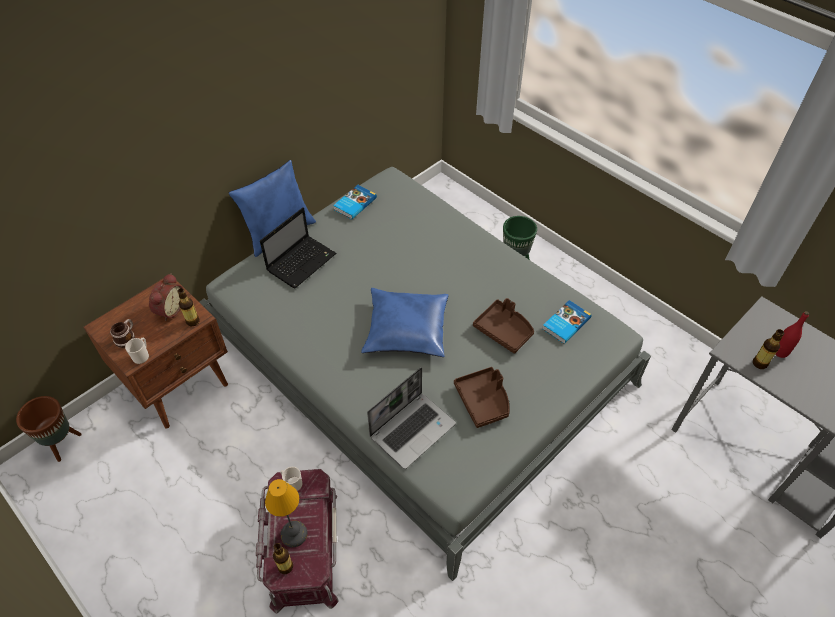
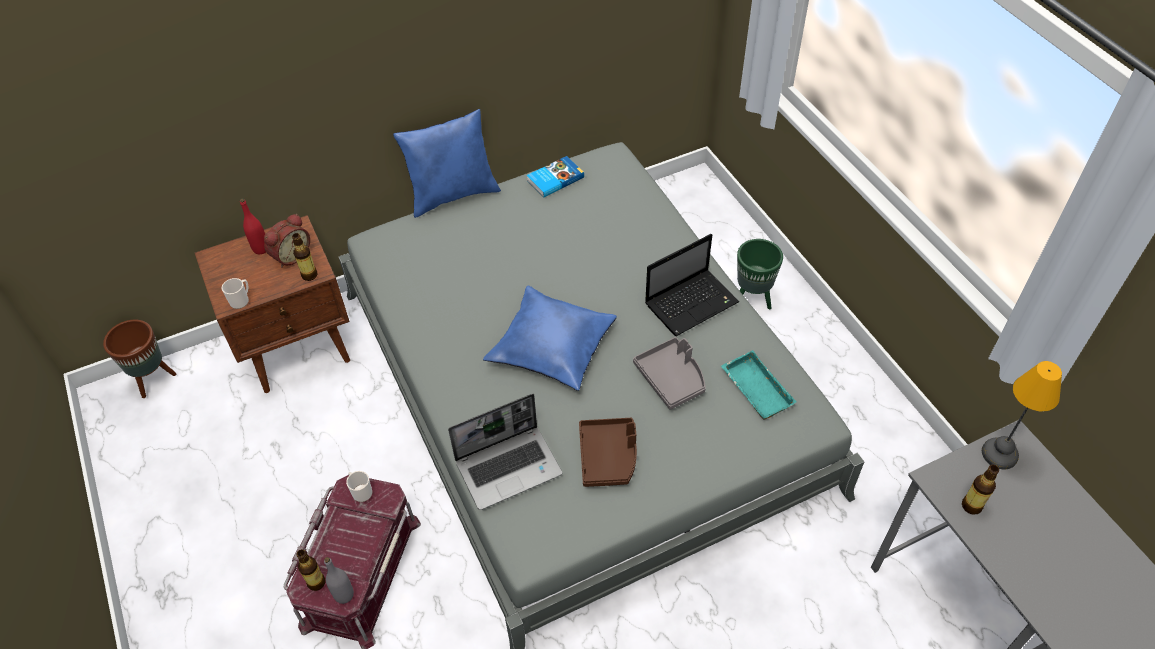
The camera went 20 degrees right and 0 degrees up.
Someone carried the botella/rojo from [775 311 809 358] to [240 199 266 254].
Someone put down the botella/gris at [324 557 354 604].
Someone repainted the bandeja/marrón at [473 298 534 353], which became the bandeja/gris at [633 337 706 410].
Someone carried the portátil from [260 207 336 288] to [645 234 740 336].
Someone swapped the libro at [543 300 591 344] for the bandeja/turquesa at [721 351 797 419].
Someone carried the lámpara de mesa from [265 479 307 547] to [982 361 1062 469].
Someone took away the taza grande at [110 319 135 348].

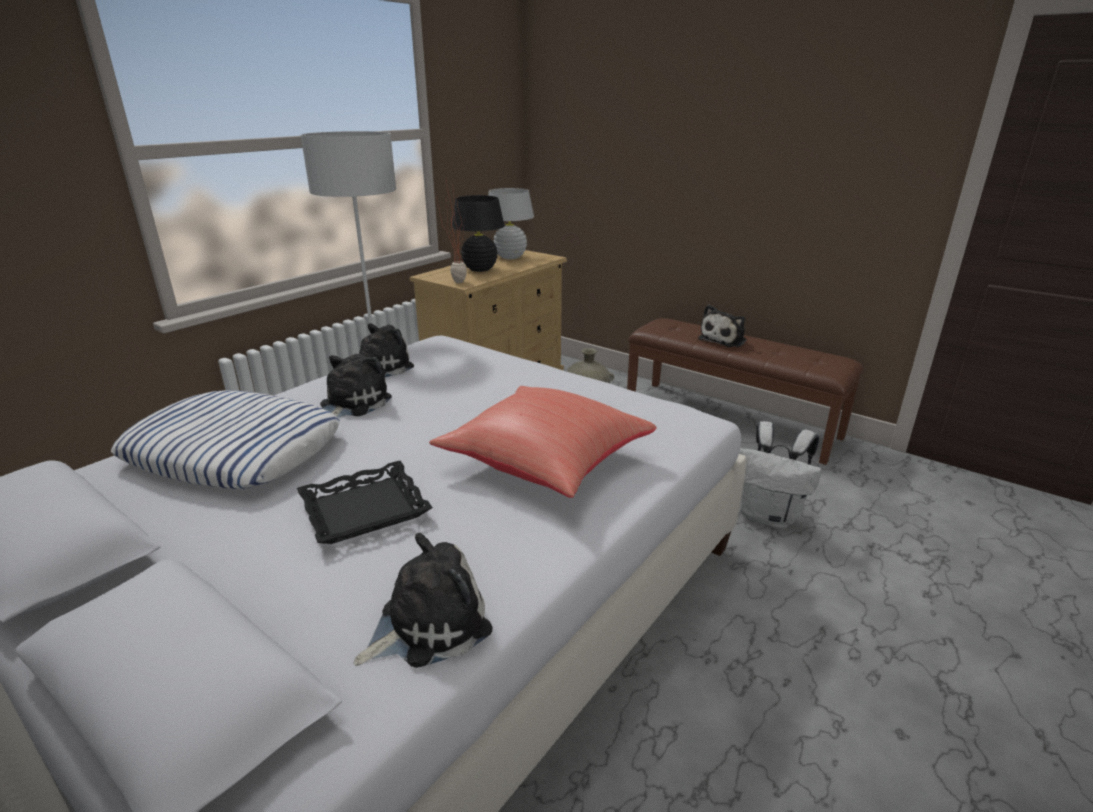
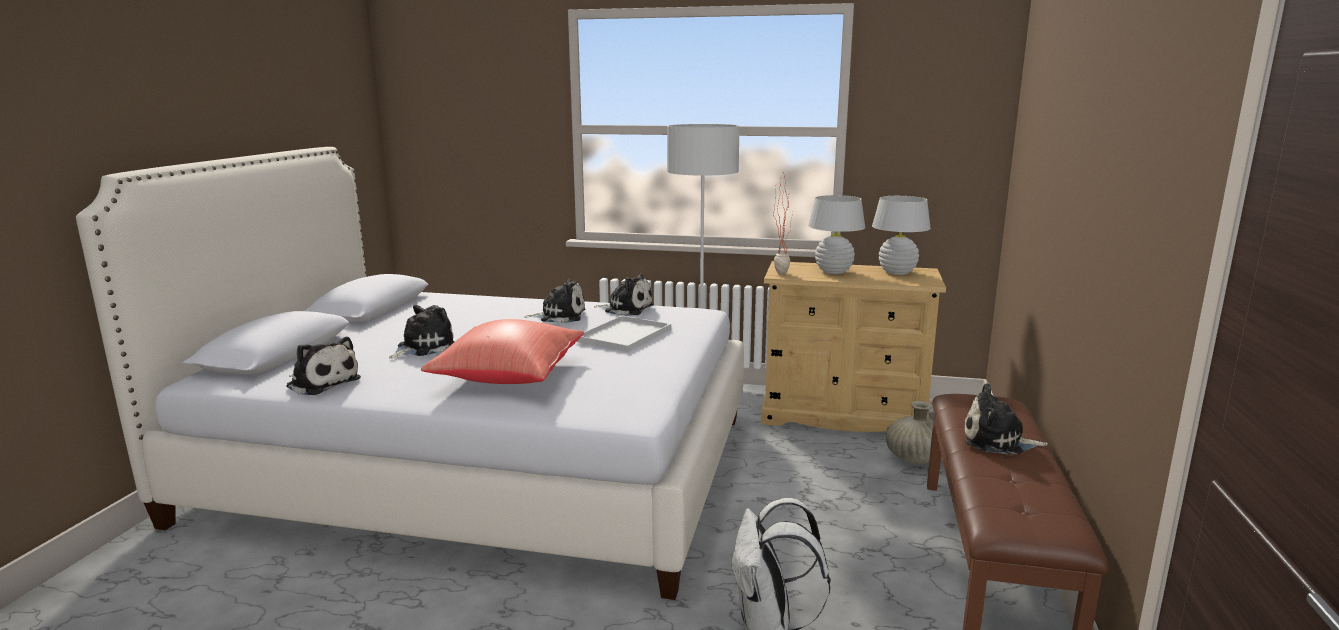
The camera went 65 degrees right and 10 degrees down.
Someone swapped the bandeja/negro at [297 461 433 544] for the peluche at [389 305 455 359].
Someone put down the bandeja/blanco at [577 315 671 352].
Someone repainted the lámpara de mesa/negro at [452 195 505 272], which became the lámpara de mesa/blanco at [808 195 865 274].
Someone took away the cojín at [111 390 340 489].

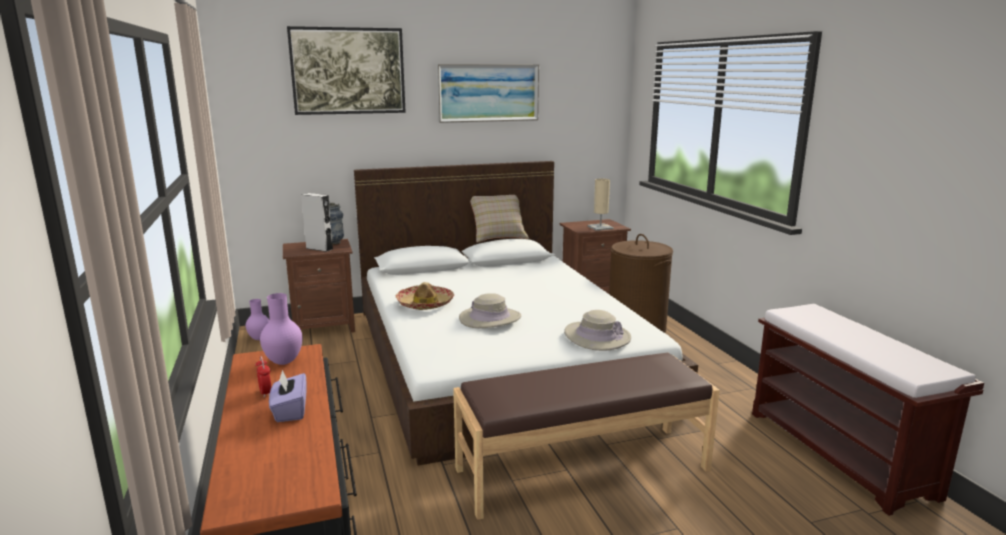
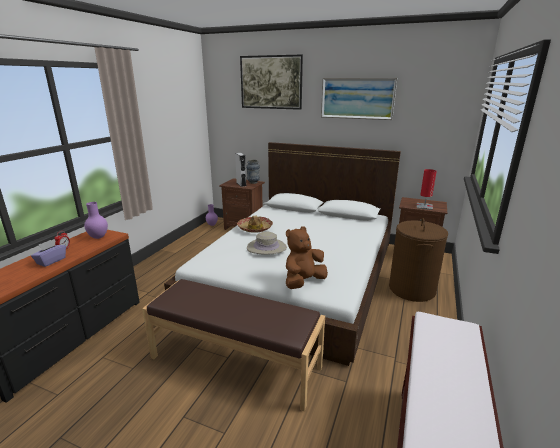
The camera went 40 degrees right and 5 degrees up.
Someone swapped the sombrero/beis at [564 310 631 351] for the peluche/marrón at [286 226 328 289].
Someone repainted the lámpara de mesa/beis at [587 179 614 231], which became the lámpara de mesa/rojo at [417 169 437 210].
Someone took away the cojín/beis at [470 195 529 243].

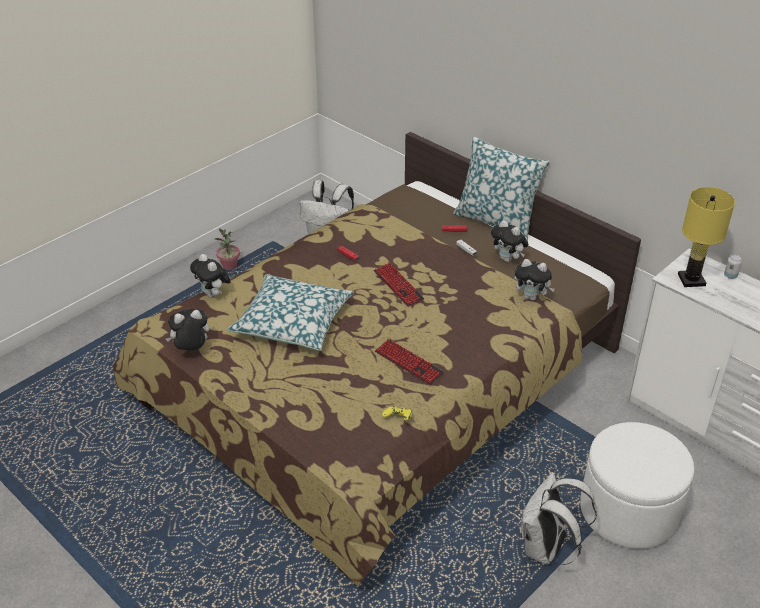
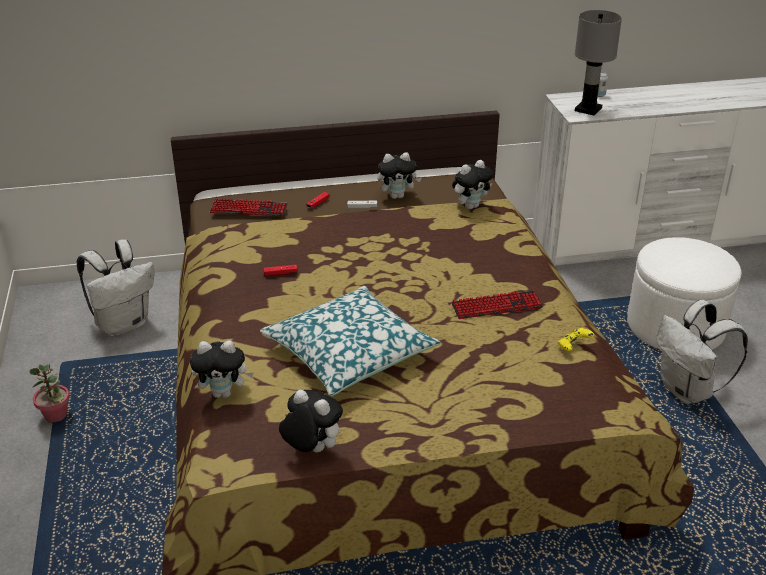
The camera went 55 degrees left and 5 degrees down.
Someone carried the teclado from [374 262 424 307] to [210 198 288 216].
Someone rotated the peluche at [166 309 210 350] by 105 degrees clockwise.
Someone repainted the lámpara de mesa/amarillo at [678 187 735 287], which became the lámpara de mesa/gris at [575 10 622 116].
Someone took away the cojín at [453 136 550 241].

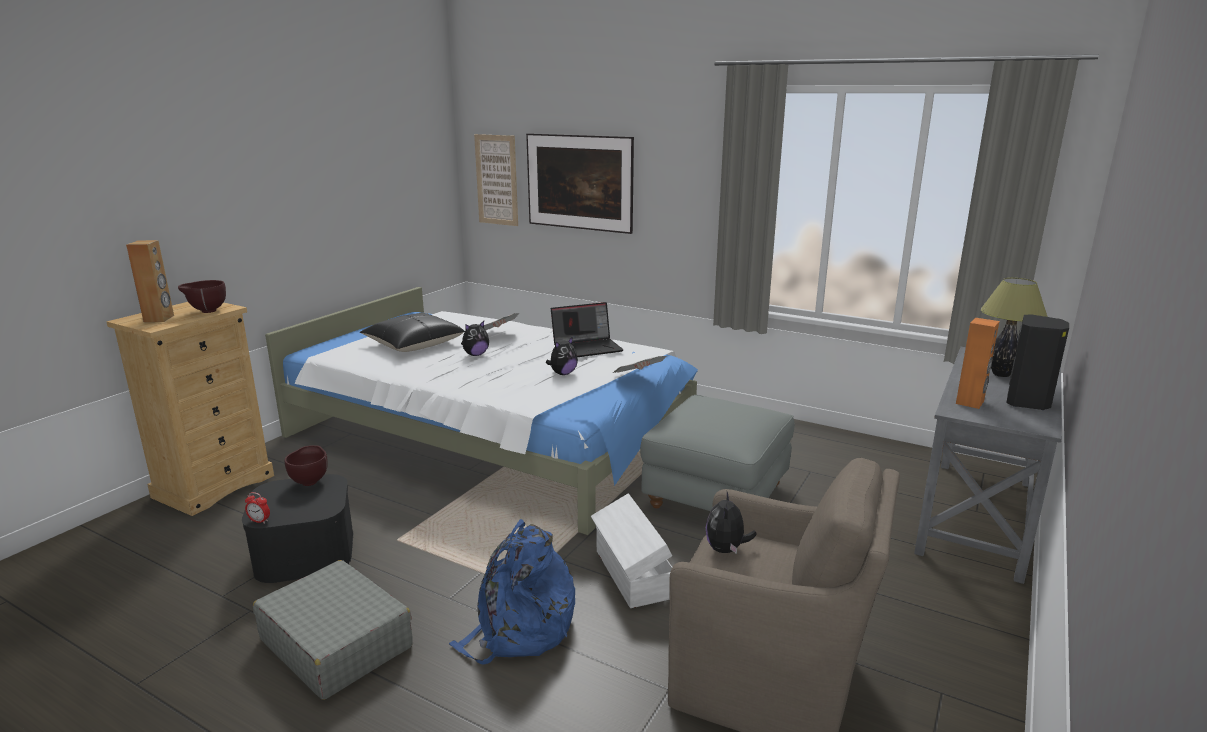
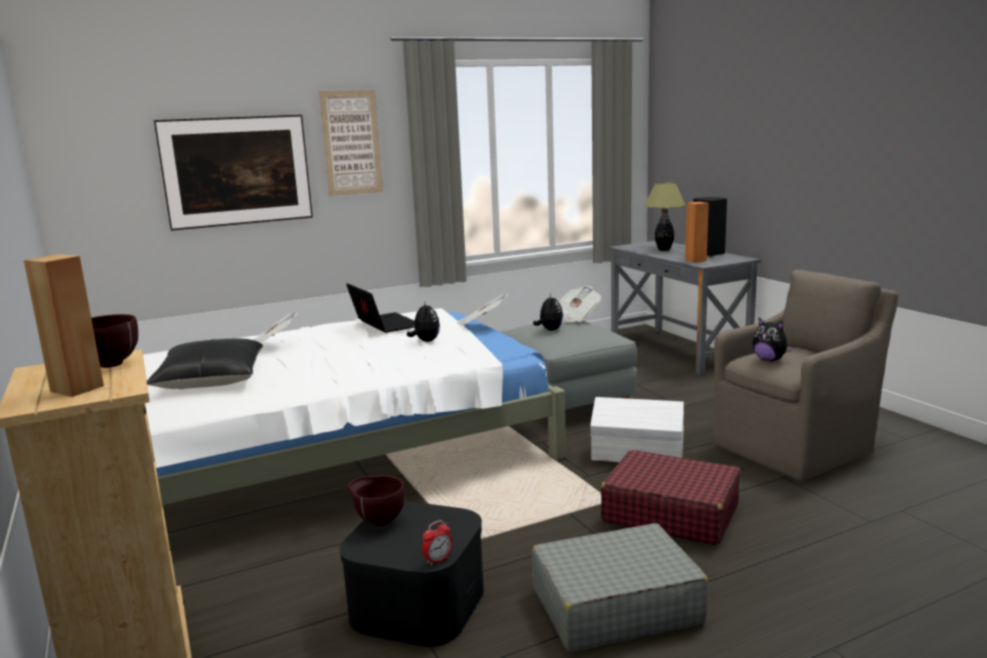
The camera went 55 degrees left and 5 degrees down.
Someone carried the cuadro from [474 134 518 226] to [319 90 383 196].
Someone rotated the portátil at [551 302 624 357] by 45 degrees counterclockwise.
Someone carried the peluche from [461 321 489 356] to [533 294 563 330].
Someone put down the periódico at [558 286 601 323].
Someone swapped the mochila/azul at [449 519 575 665] for the maleta/rojo at [601 450 741 545].

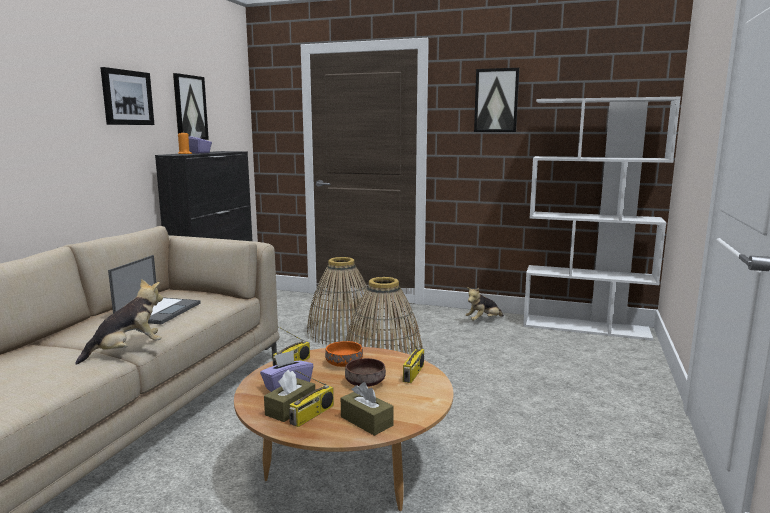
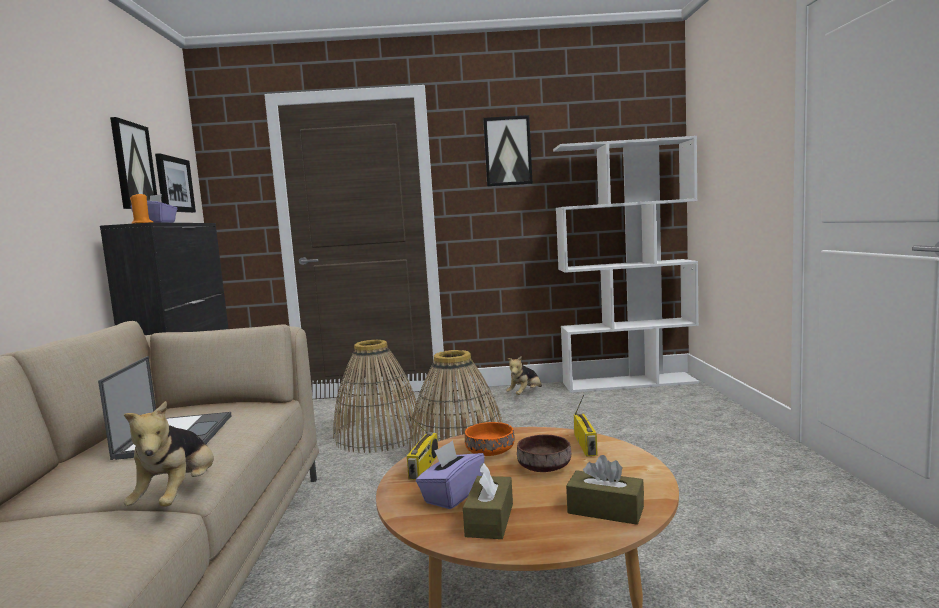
The camera went 20 degrees left and 5 degrees down.
Someone rotated the peluche at [75 279 163 365] by 150 degrees clockwise.
Someone carried the cuadro from [100 67 154 125] to [155 153 196 213].
Someone took away the radio at [289 371 334 427].

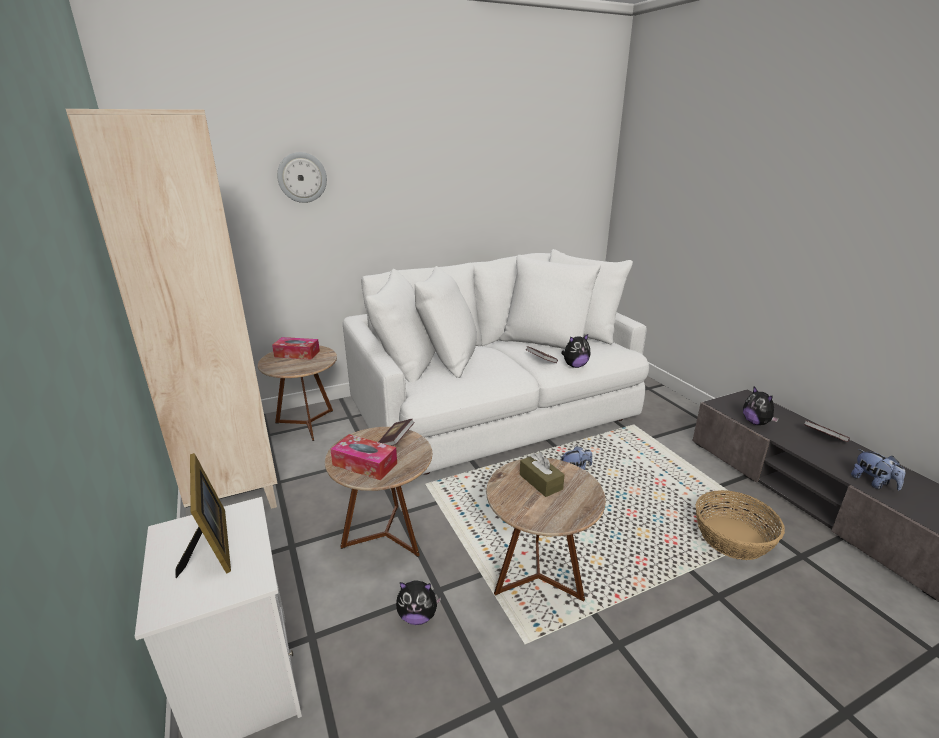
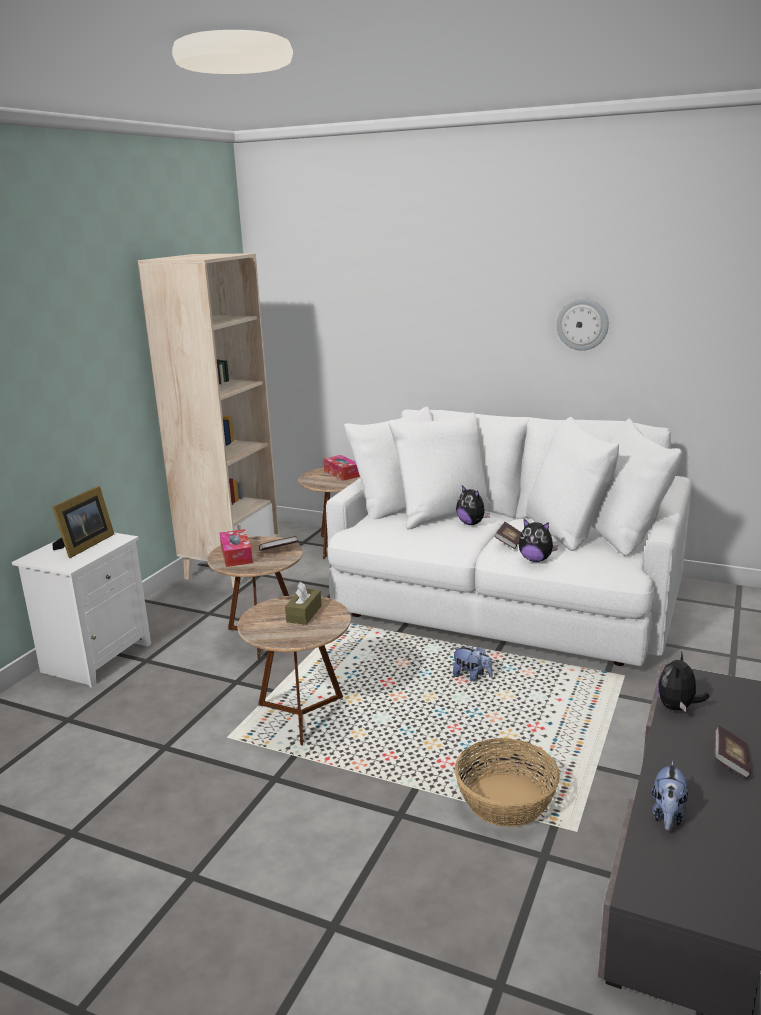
The camera went 50 degrees right and 5 degrees down.
Someone carried the peluche from [396 580 441 625] to [456 485 490 525].
Someone carried the reloj de pared from [277 152 327 203] to [556 298 609 351].

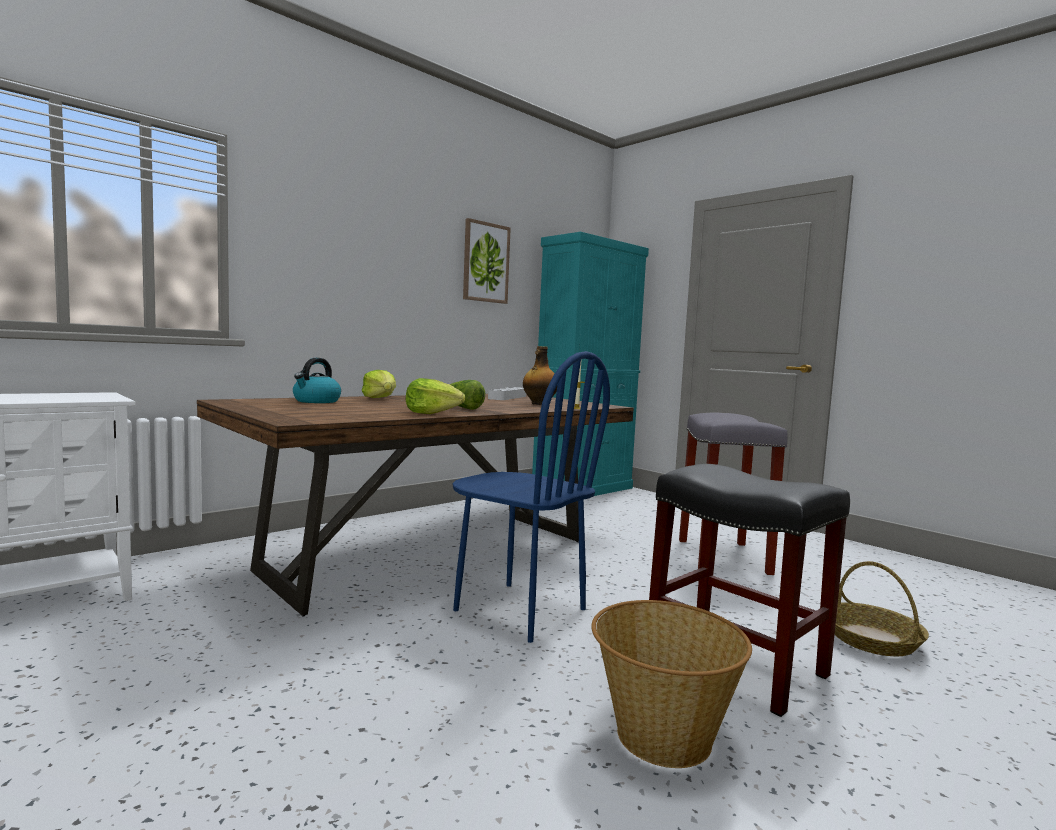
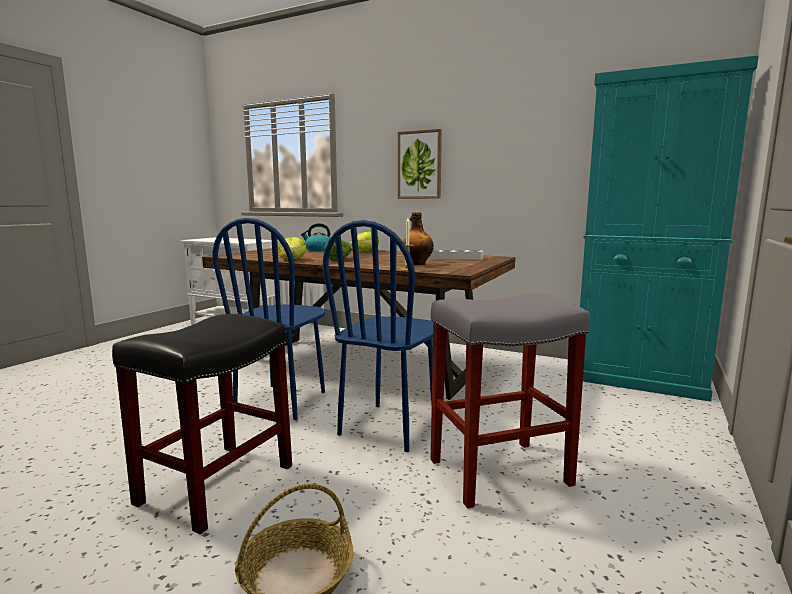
The camera went 70 degrees right and 5 degrees up.
Someone put down the silla/azul at [323 220 433 452].
Someone carried the cuadro from [463 218 511 304] to [398 129 442 199].
Someone took away the cesta at [591 600 752 768].

